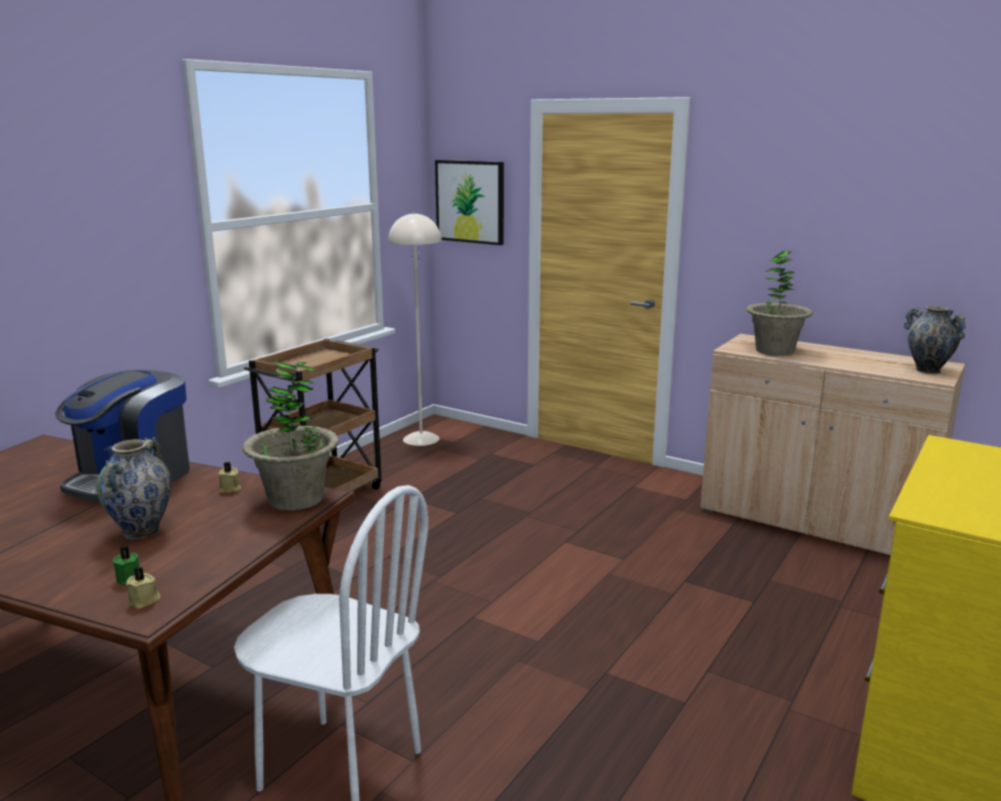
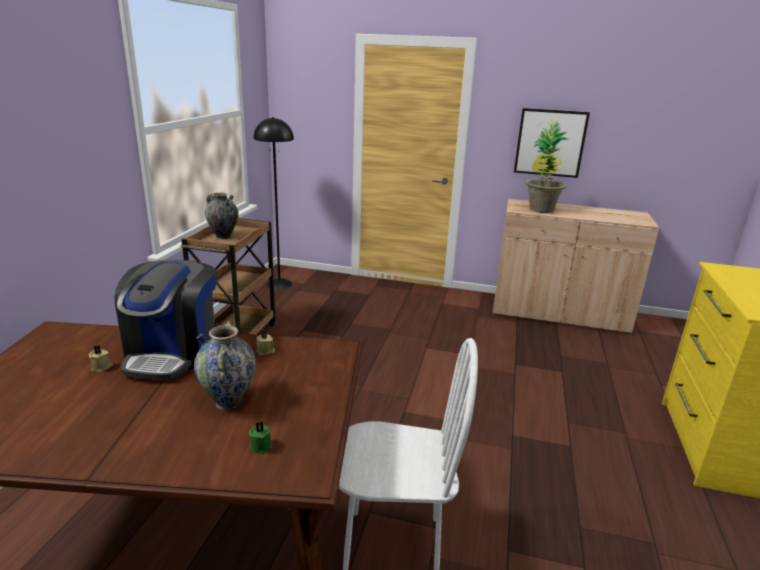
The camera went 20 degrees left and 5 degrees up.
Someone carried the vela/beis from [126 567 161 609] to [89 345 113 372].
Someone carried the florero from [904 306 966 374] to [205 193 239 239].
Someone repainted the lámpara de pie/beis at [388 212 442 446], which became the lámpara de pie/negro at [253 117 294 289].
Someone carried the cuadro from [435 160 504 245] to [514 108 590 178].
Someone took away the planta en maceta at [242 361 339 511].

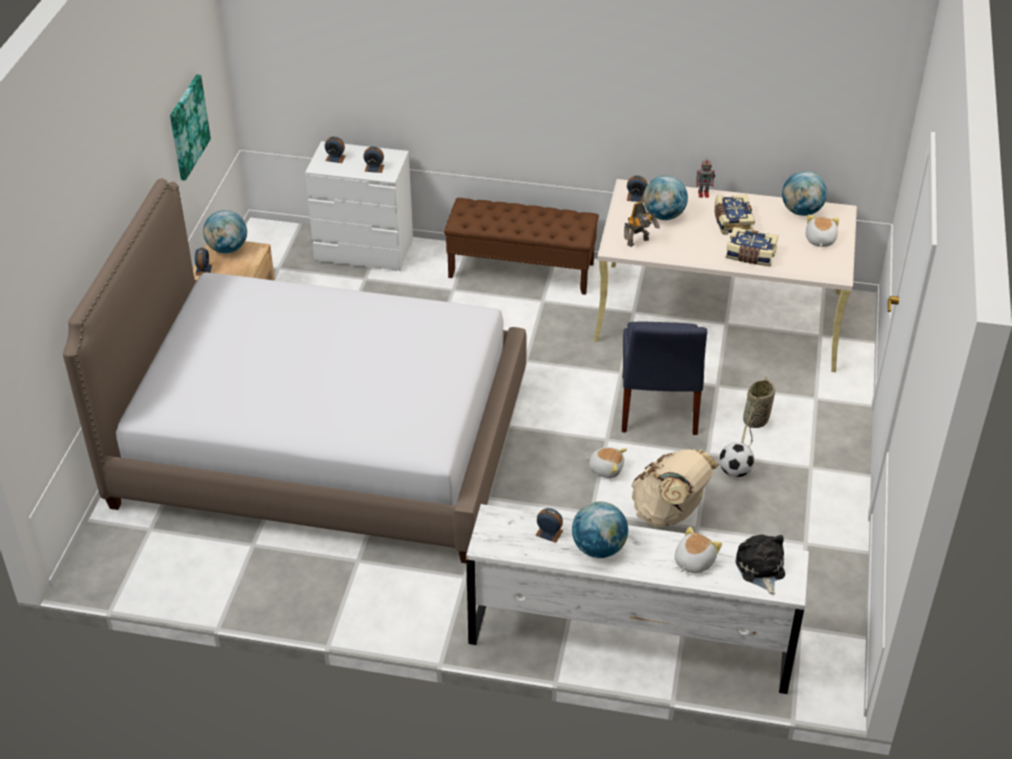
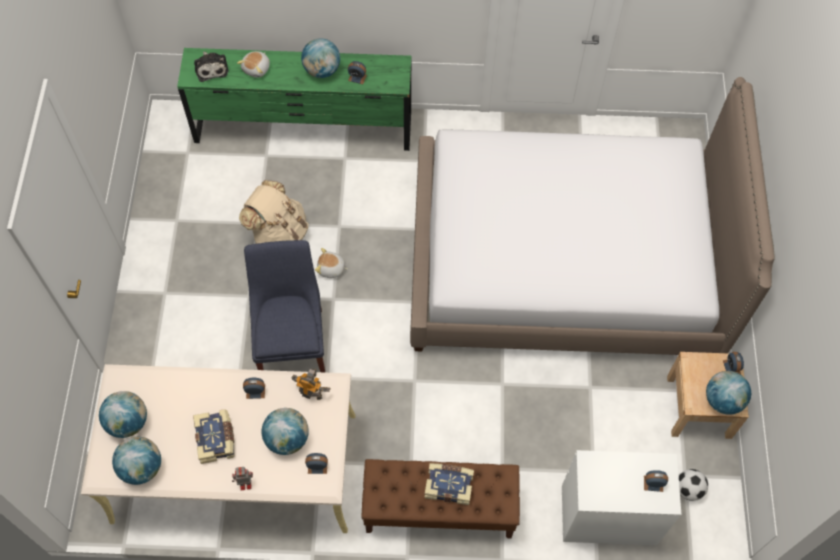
The camera went 170 degrees right and 20 degrees up.
Someone swapped the peluche at [806 215 839 247] for the globo terráqueo at [99 391 147 438].
Someone repainted the cómoda/blanco at [466 504 809 694], which became the cómoda/verde at [177 48 411 151].
Someone carried the despertador from [363 146 384 173] to [243 378 265 399].
Someone rotated the robot de juguete at [624 201 660 247] by 60 degrees clockwise.
Someone carried the libro from [726 227 778 267] to [424 463 474 505].
Someone carried the balón de fútbol from [719 442 755 477] to [679 469 708 501].
Someone took away the cuadro at [170 75 211 181].
Someone took away the cesta at [741 376 775 446].

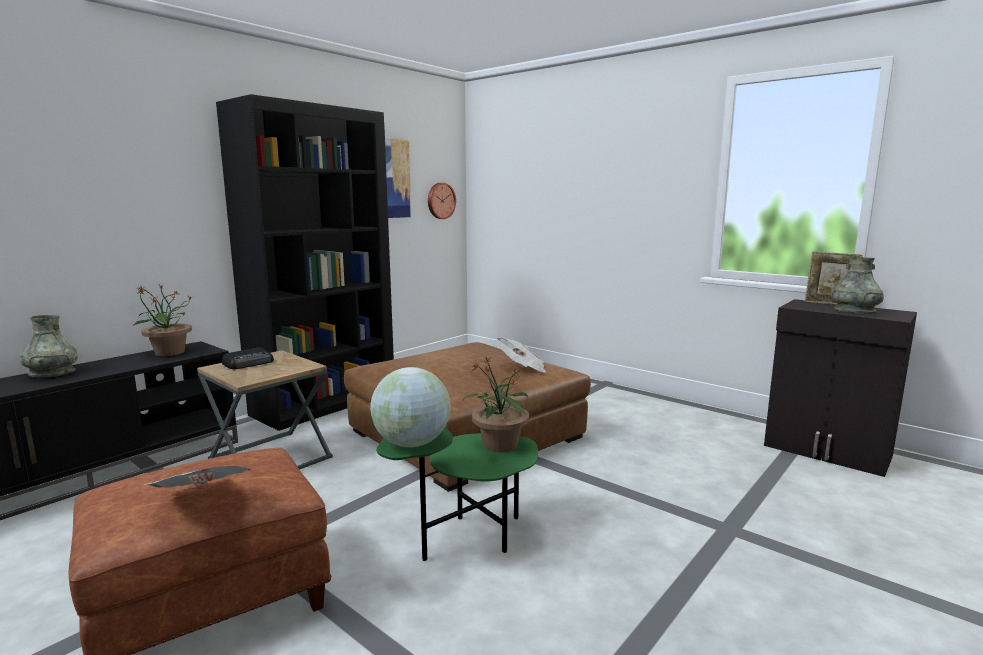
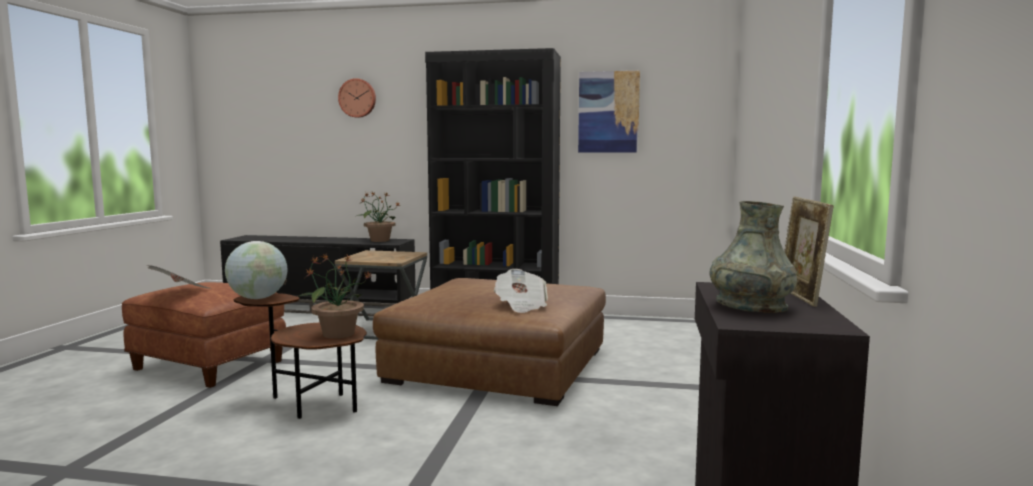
The camera went 60 degrees right and 5 degrees down.
Someone repainted the mesa auxiliar/verde at [376 427 538 561], which became the mesa auxiliar/marrón at [234 293 367 419].
Someone carried the reloj de pared from [428 183 456 219] to [338 78 376 118].
Someone took away the florero/gris at [19 315 78 377].
Someone took away the radio at [222 347 274 369].

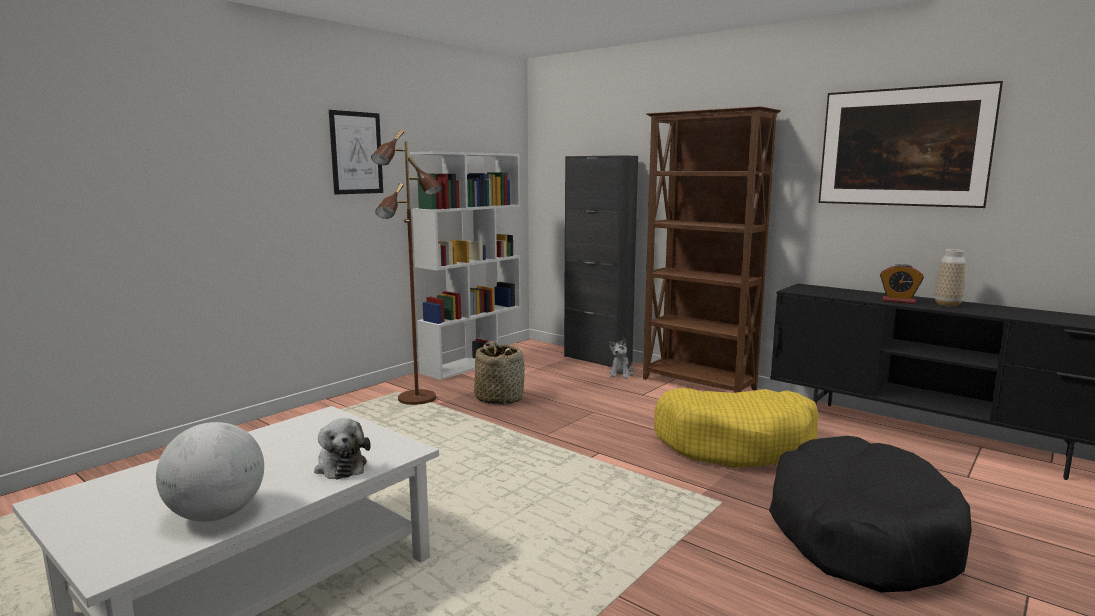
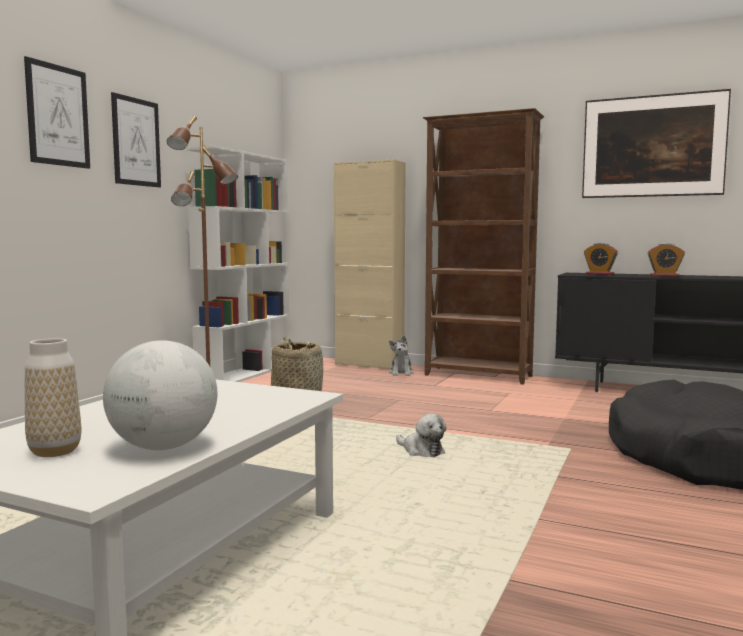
The camera went 15 degrees left and 5 degrees down.
Someone put up the cuadro at [24 56 90 169].
Someone carried the florero from [935 249 966 307] to [25 338 81 457].
Someone repainted the armario/negro at [564 155 638 367], which became the armario/beis at [334 159 406 369].
Someone carried the peluche from [314 418 371 480] to [396 414 447 457].
Someone put down the despertador at [584 243 618 275].
Someone took away the cama para perro/amarillo at [654 388 818 468].

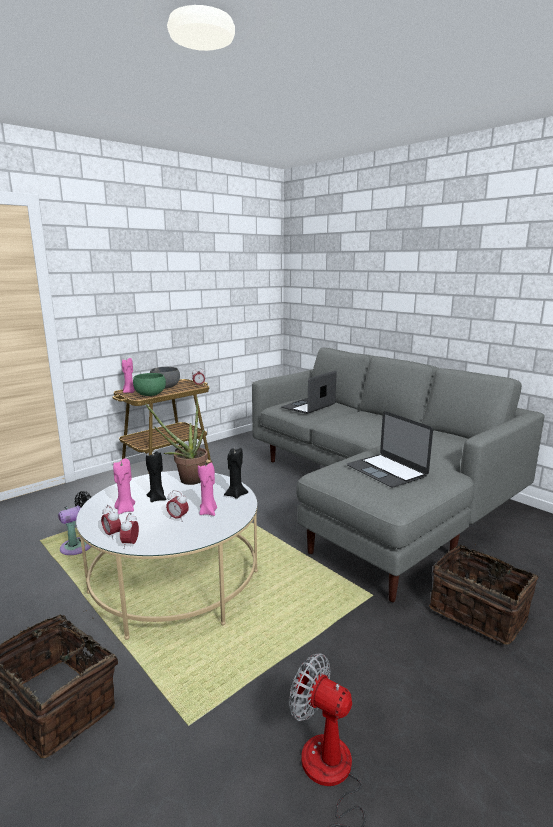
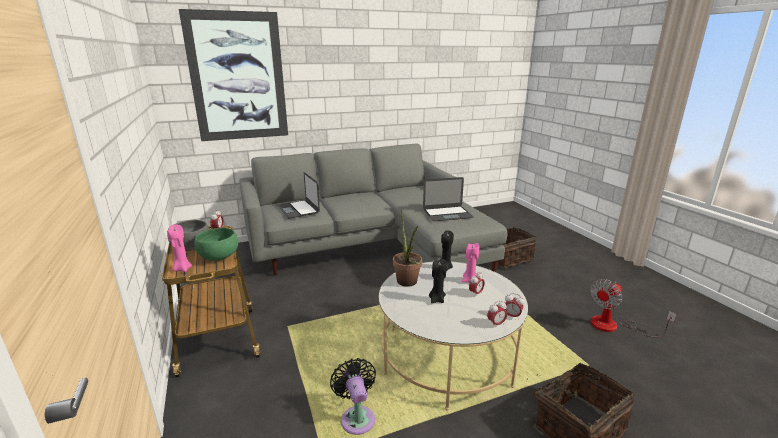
The camera went 70 degrees left and 5 degrees up.
Someone put up the cuadro at [179 9 288 141].
Someone took away the vela/rosa at [113 458 135 514].

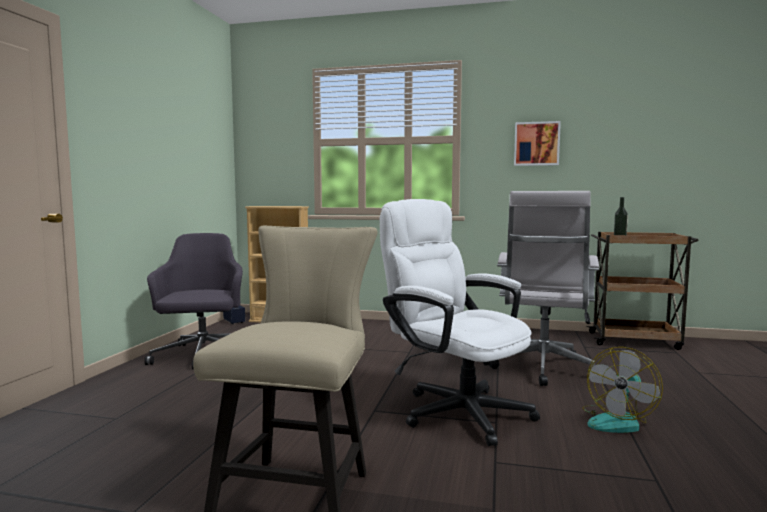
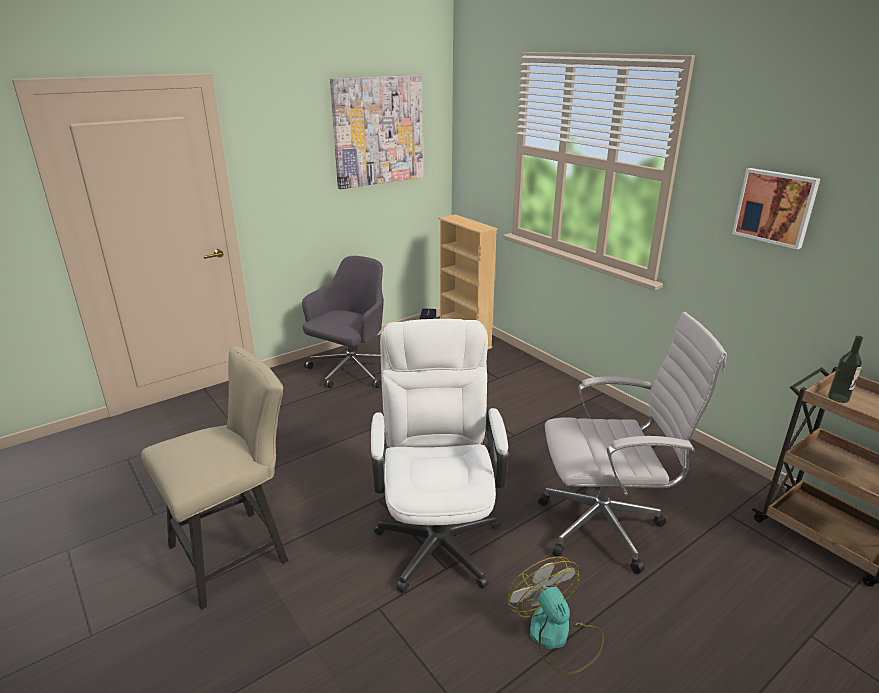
The camera went 40 degrees right and 20 degrees up.
Someone put up the cuadro at [330 75 423 189].
Someone rotated the ventilador at [582 347 663 433] by 75 degrees clockwise.
Someone rotated the silla de oficina/blanco at [489 191 599 386] by 150 degrees counterclockwise.

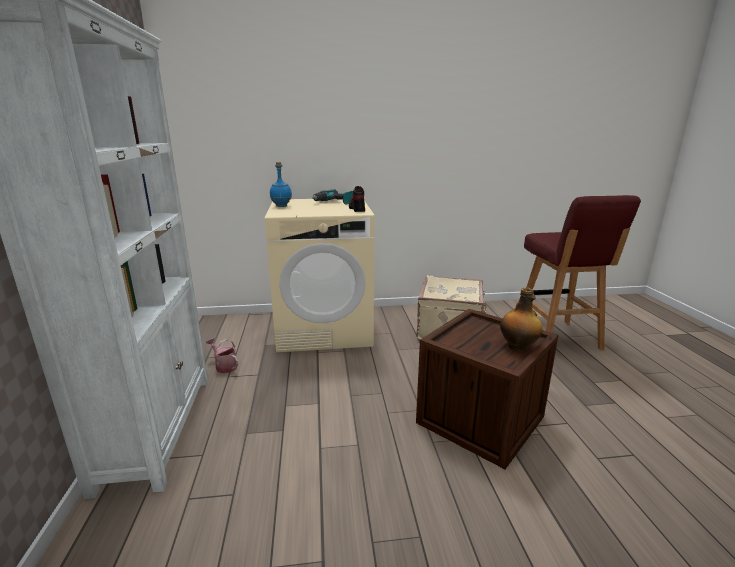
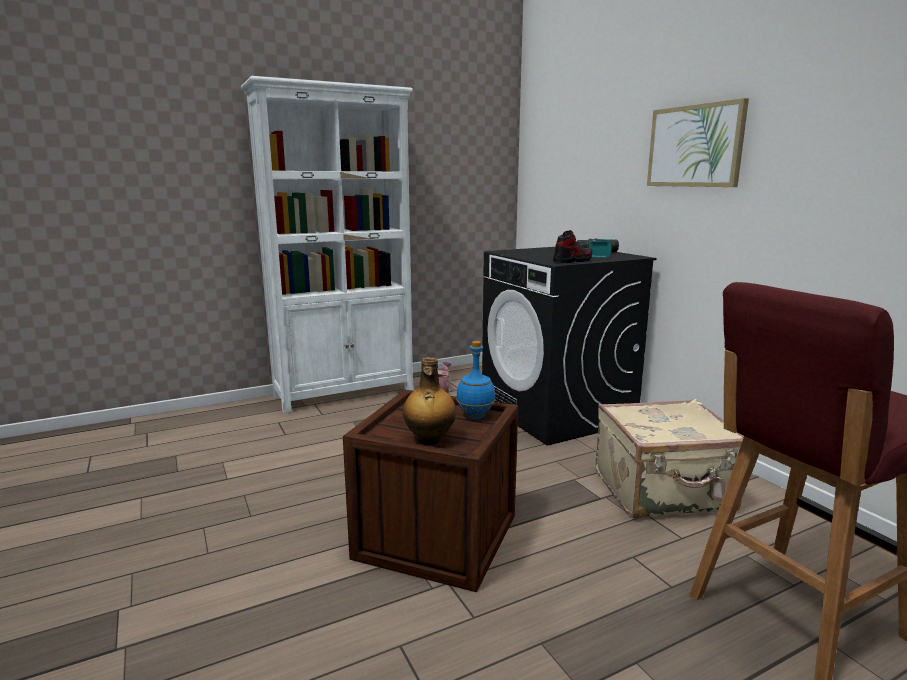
The camera went 70 degrees right and 5 degrees down.
Someone carried the botella/azul from [270 162 292 207] to [456 341 495 419].
Someone repainted the lavadora/beis at [265 199 374 352], which became the lavadora/negro at [482 247 657 446].
Someone put up the cuadro at [647 98 749 187].

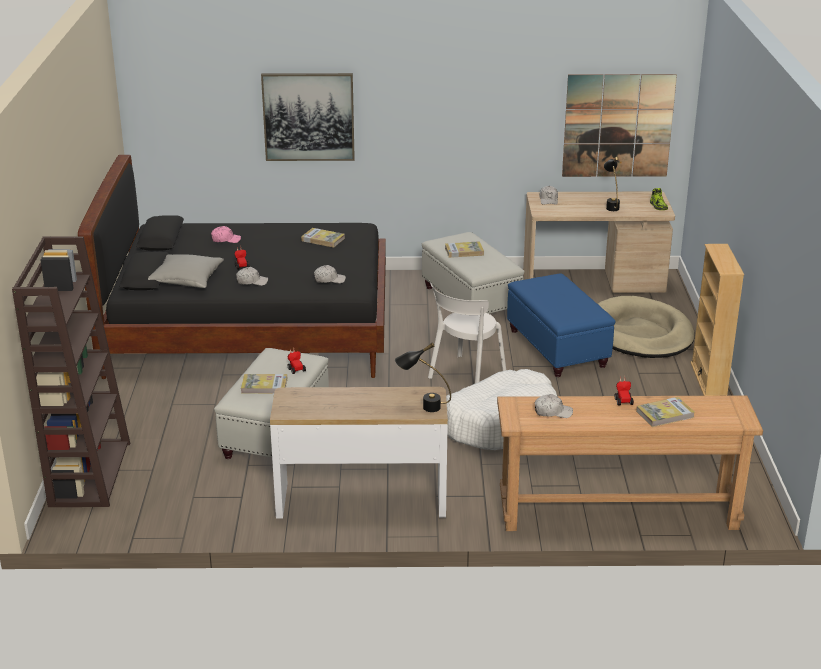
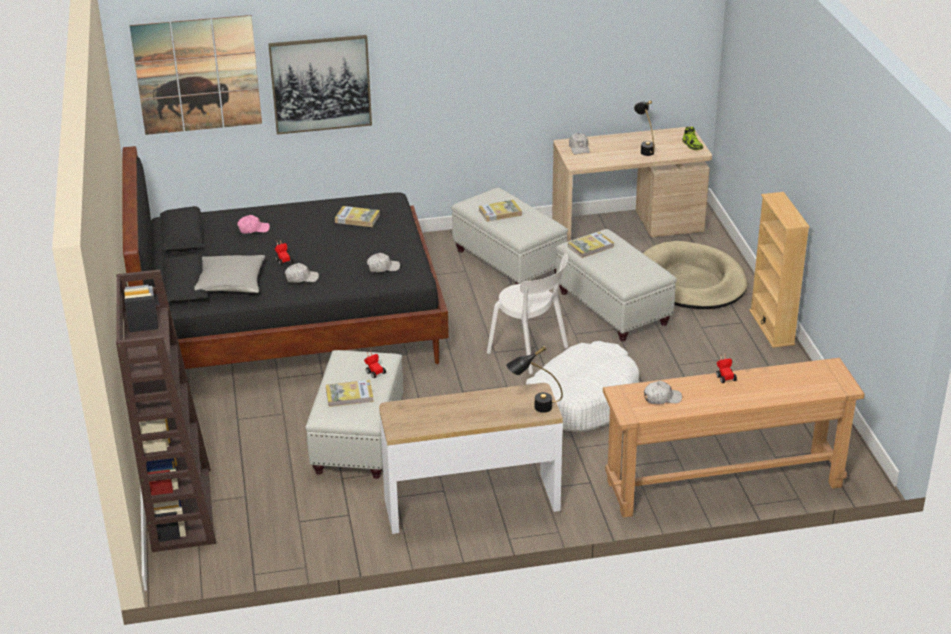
The camera went 10 degrees left and 5 degrees up.
Someone carried the cuadro from [562 74 677 177] to [130 15 262 135].
Someone rotated the silla/blanco at [428 283 506 383] by 75 degrees counterclockwise.
Someone repainted the puf/azul at [507 274 616 377], which became the puf/blanco at [556 229 677 341].
Someone carried the libro from [636 397 695 427] to [568 232 614 258].

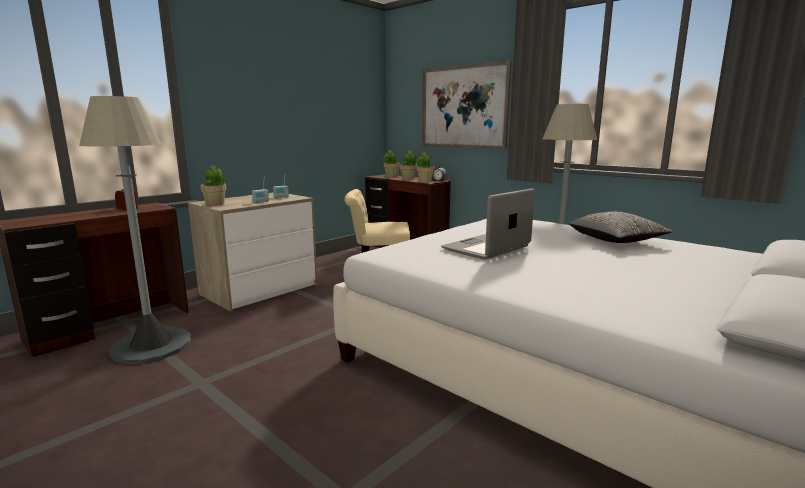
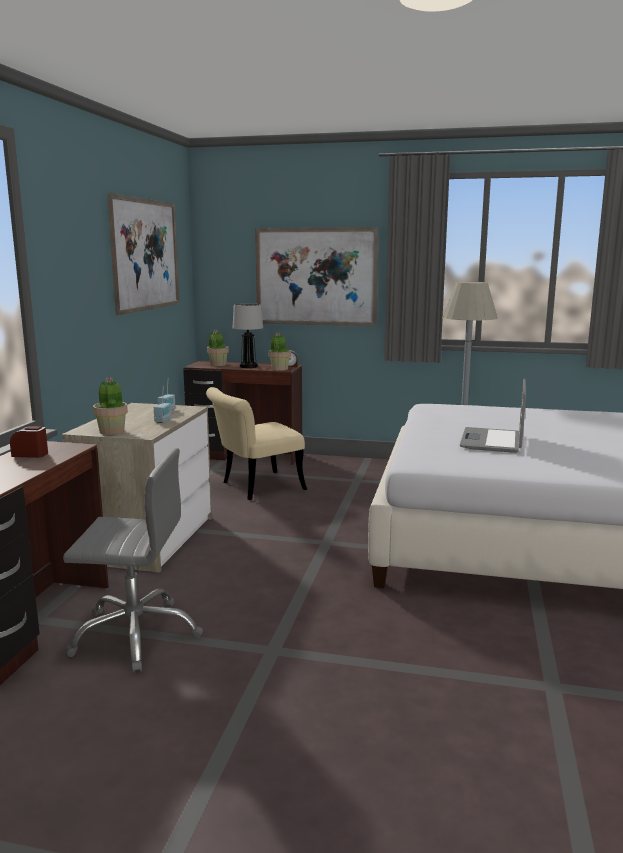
The camera went 30 degrees left and 0 degrees up.
Someone swapped the lámpara de pie/gris at [79 96 191 364] for the silla de oficina/gris at [63 448 203 673].
Someone put up the cuadro at [107 193 180 315].
Someone swapped the planta en maceta at [400 150 417 180] for the lámpara de mesa at [233 304 263 368].
Someone took away the cojín/gris at [569 212 673 243].

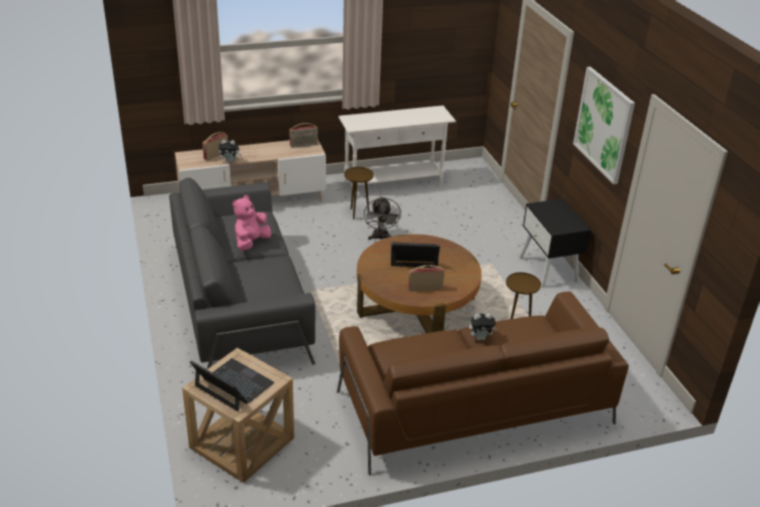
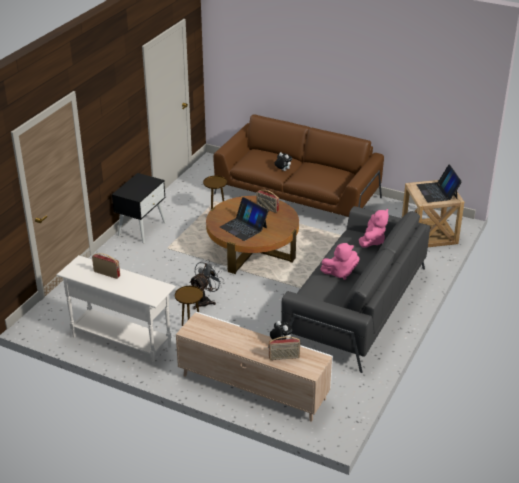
The camera went 135 degrees left and 0 degrees up.
Someone carried the radio from [289 123 318 148] to [92 253 120 279].
Someone put down the peluche/rosa at [359 209 389 247].
Someone took away the cuadro at [573 67 635 184].

